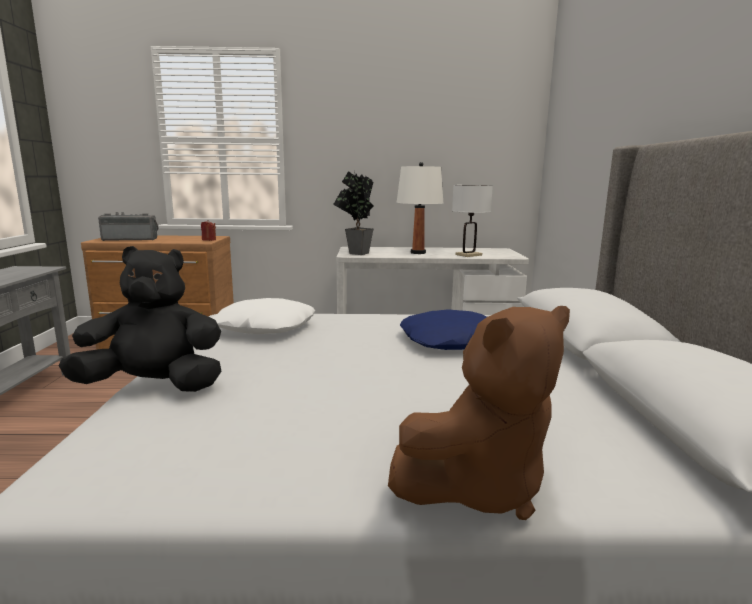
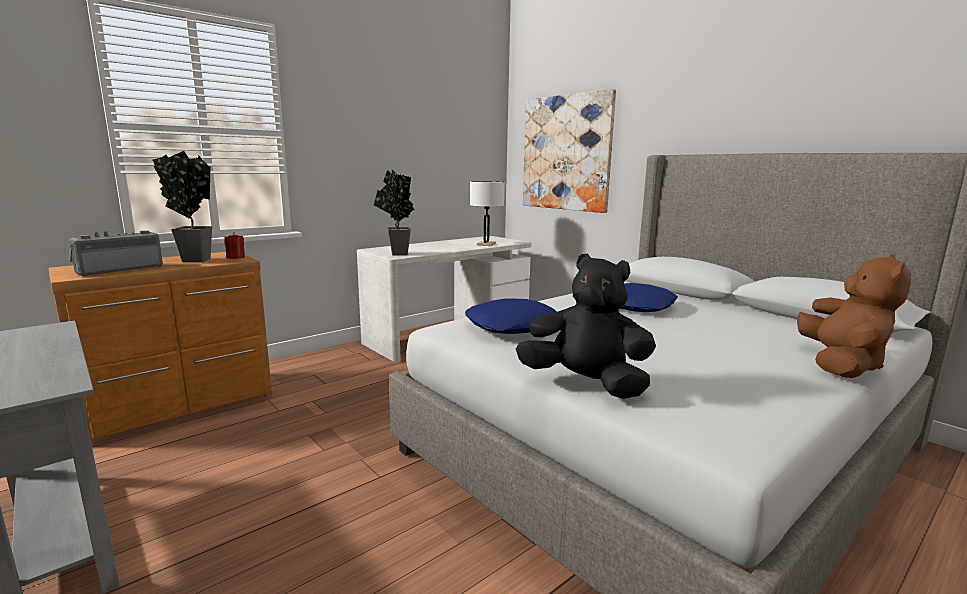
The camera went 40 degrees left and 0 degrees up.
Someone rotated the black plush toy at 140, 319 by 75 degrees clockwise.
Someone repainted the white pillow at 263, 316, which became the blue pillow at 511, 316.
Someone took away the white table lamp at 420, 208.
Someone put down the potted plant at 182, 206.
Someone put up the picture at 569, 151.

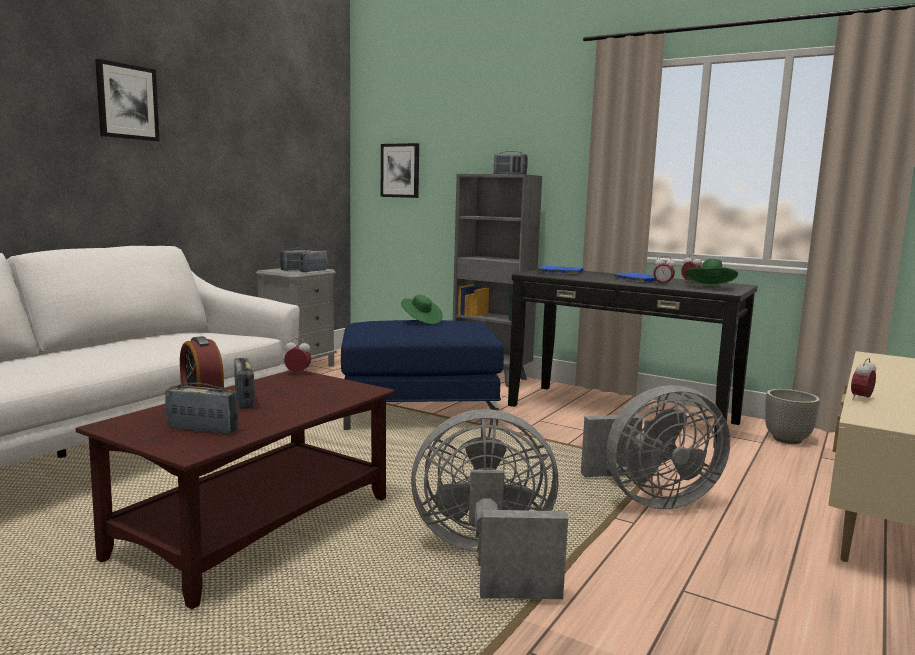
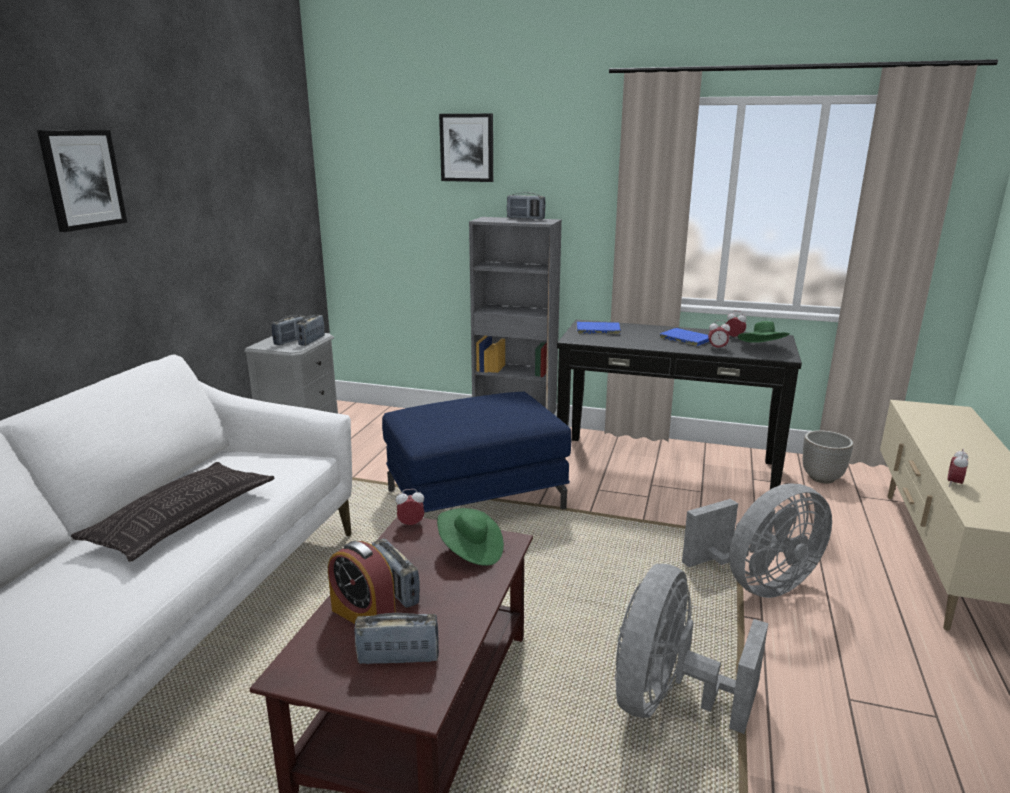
The camera went 15 degrees left and 10 degrees up.
Someone carried the picture from 400, 170 to 466, 148.
Someone carried the green hat from 422, 310 to 470, 537.
Someone rotated the grey fan at 489, 504 by 45 degrees counterclockwise.
Someone put down the pillow at 172, 512.

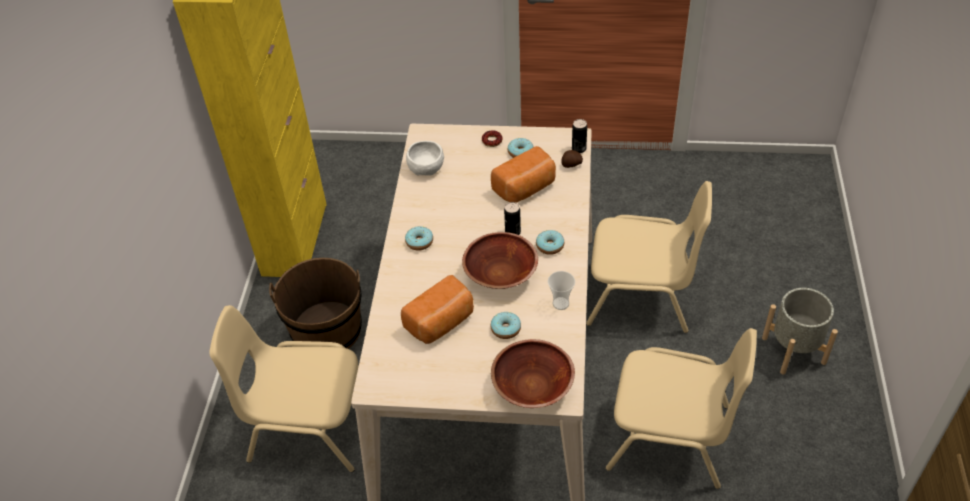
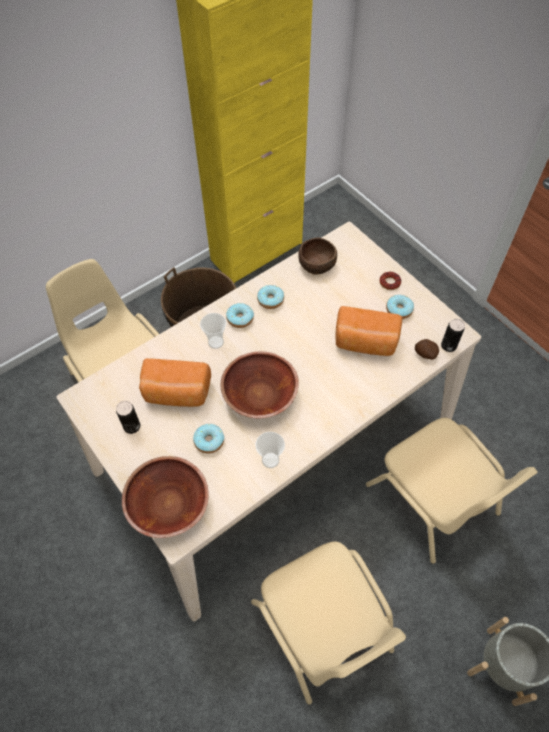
The camera went 45 degrees right and 10 degrees up.
Someone repainted the white bowl at 425, 158, which became the brown bowl at 317, 256.
Someone carried the can from 512, 218 to 128, 417.
Someone carried the donut from 550, 242 to 270, 297.
Someone put down the cup at 213, 331.

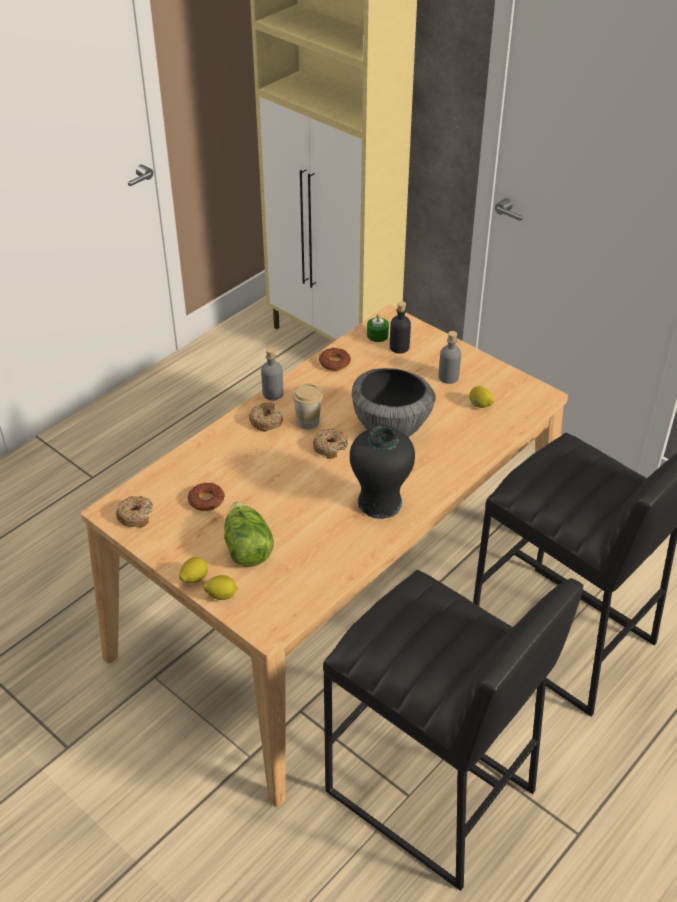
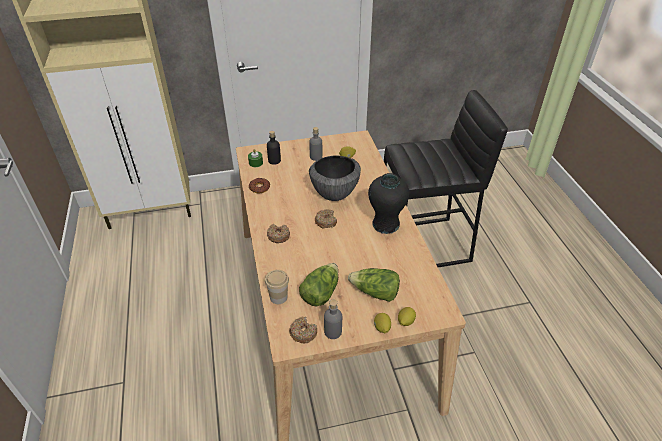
The camera went 55 degrees left and 0 degrees up.
Someone swapped the donut at 206, 497 for the lettuce at 318, 285.
Someone carried the grey bottle from 272, 374 to 333, 319.
Someone carried the cup from 307, 406 to 277, 287.
Someone took away the black stool at 453, 730.

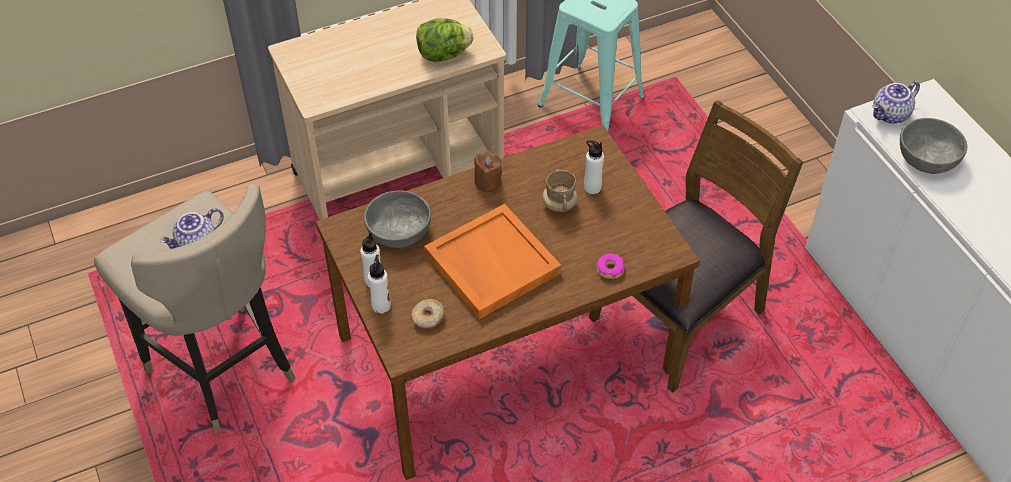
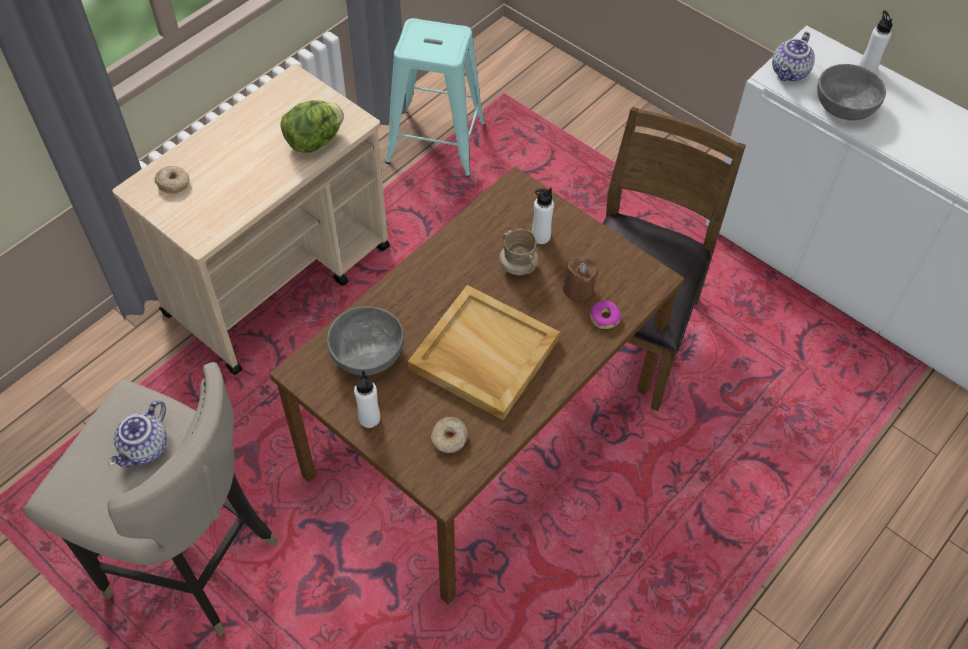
The camera went 25 degrees left and 5 degrees up.
Someone carried the white bottle from 379, 284 to 875, 42.
Someone repainted the orange tray at 492, 261, which became the beige tray at 484, 352.
Someone carried the brown candle from 488, 171 to 580, 279.
Someone put down the donut at 172, 180.

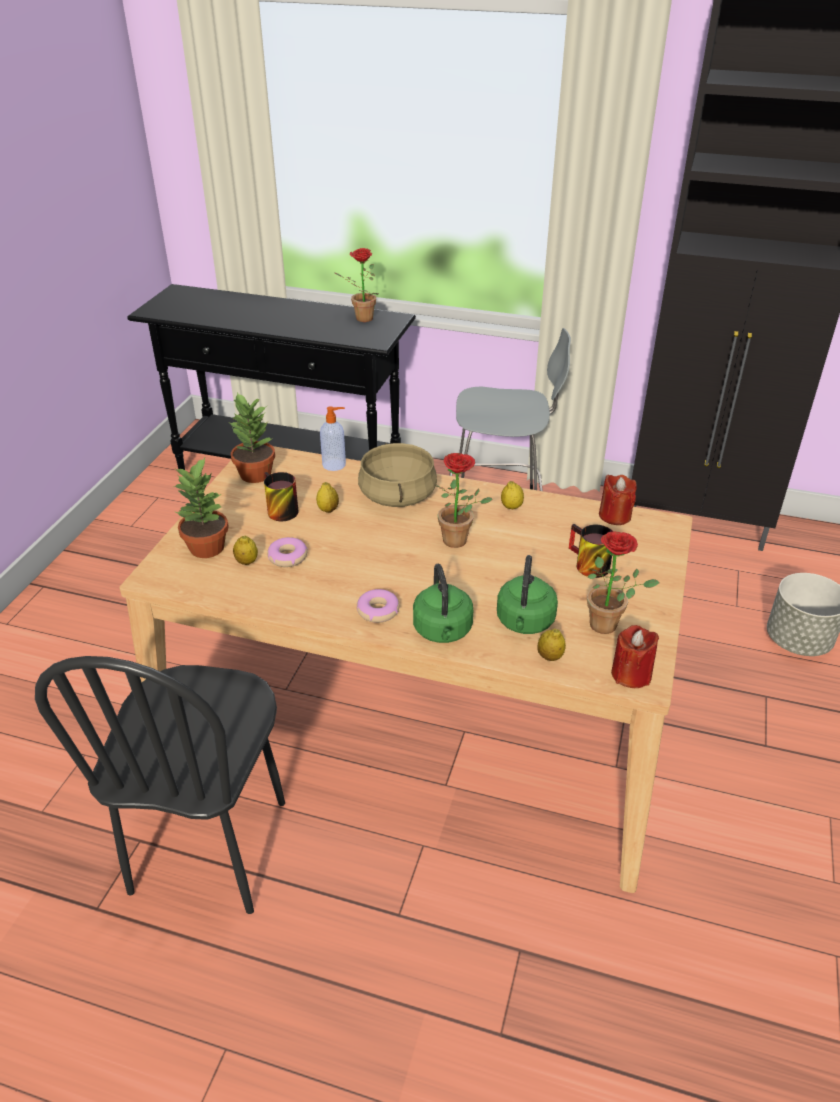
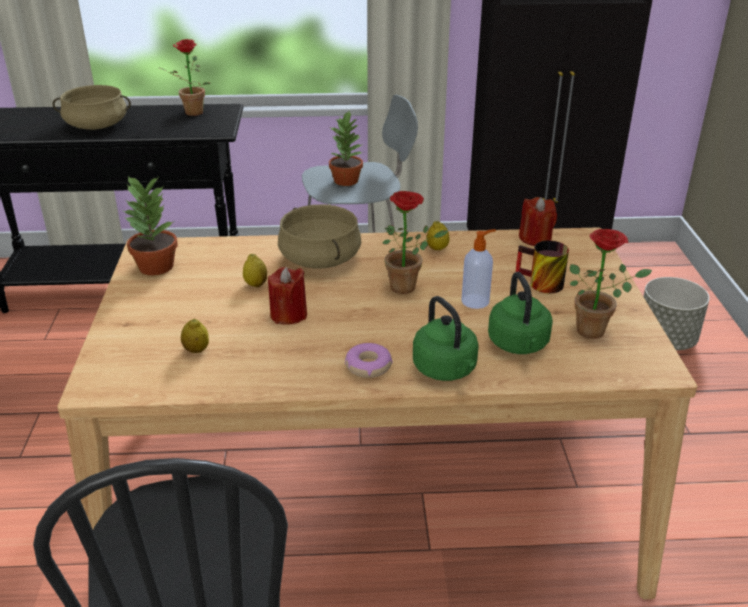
The camera went 20 degrees left and 5 degrees down.
Someone carried the potted plant from 201, 508 to 346, 148.
Someone took away the mug at 281, 496.
Someone took away the donut at 287, 552.
Someone carried the soap dispenser from 333, 438 to 478, 269.
Someone took away the lemon at 551, 645.
Someone carried the red candle from 635, 656 to 287, 296.
Someone put down the beige cooking pot at 92, 107.

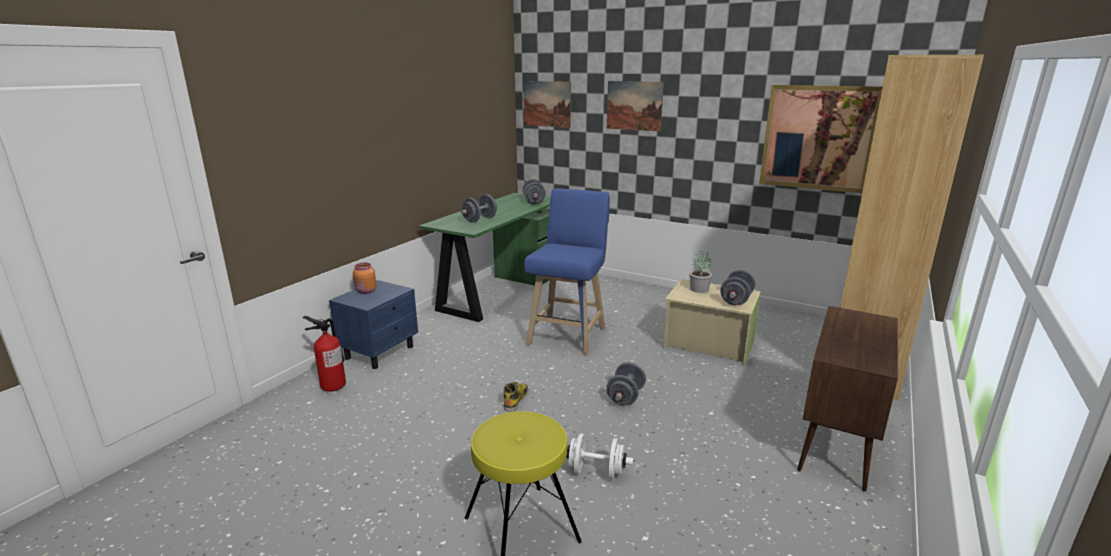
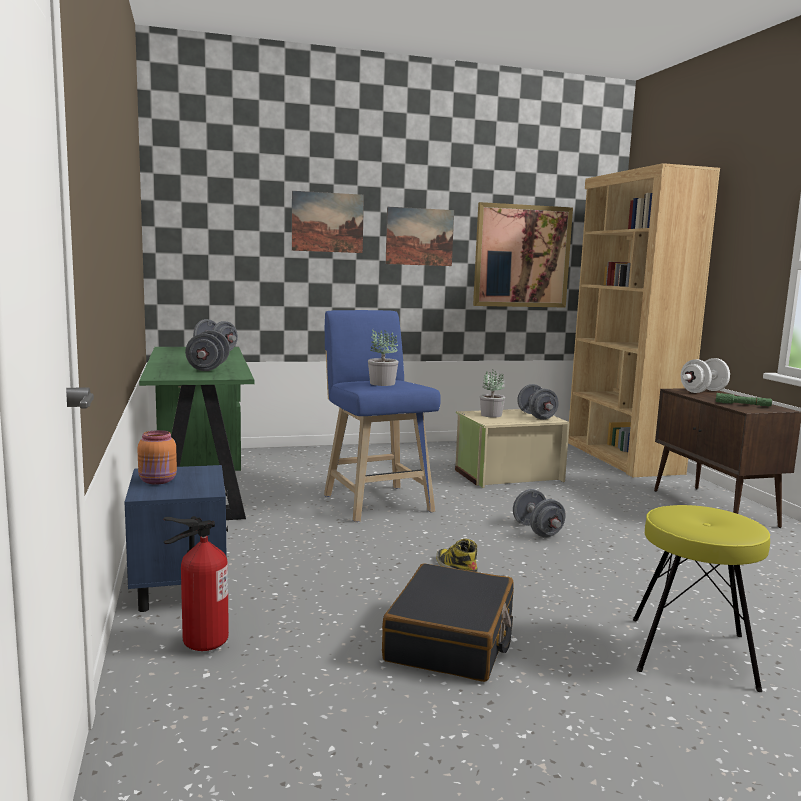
The camera went 45 degrees left and 10 degrees down.
Someone carried the picture from 547, 104 to 420, 236.
Someone carried the white dumbbell from 599, 456 to 705, 375.
Someone put down the potted plant at 383, 357.
Someone put down the black suitcase at 448, 622.
Someone put down the green flashlight at 744, 400.

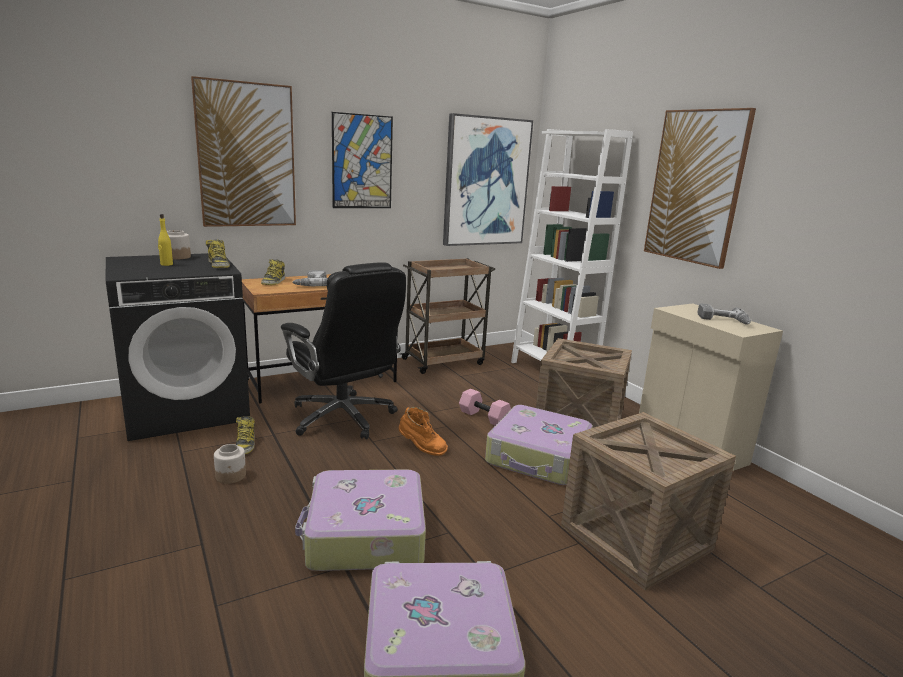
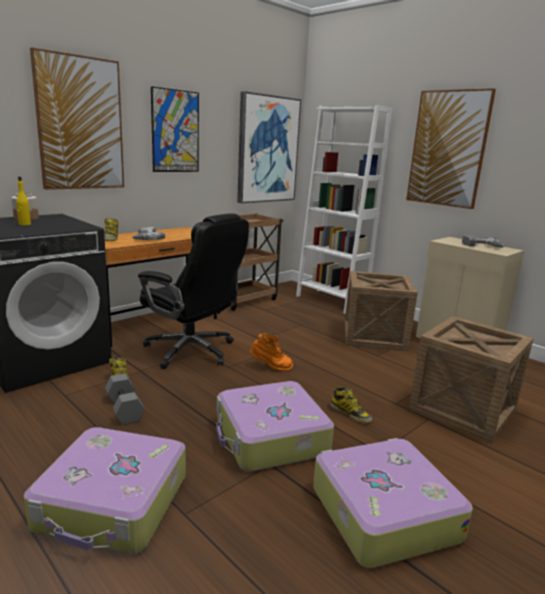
The camera went 15 degrees left and 0 degrees up.
Someone carried the boot from 218, 253 to 351, 405.
Someone swapped the jar at 230, 464 for the grey dumbbell at 125, 399.
Someone took away the pink dumbbell at 485, 407.
Someone carried the suitcase from 539, 445 to 105, 490.

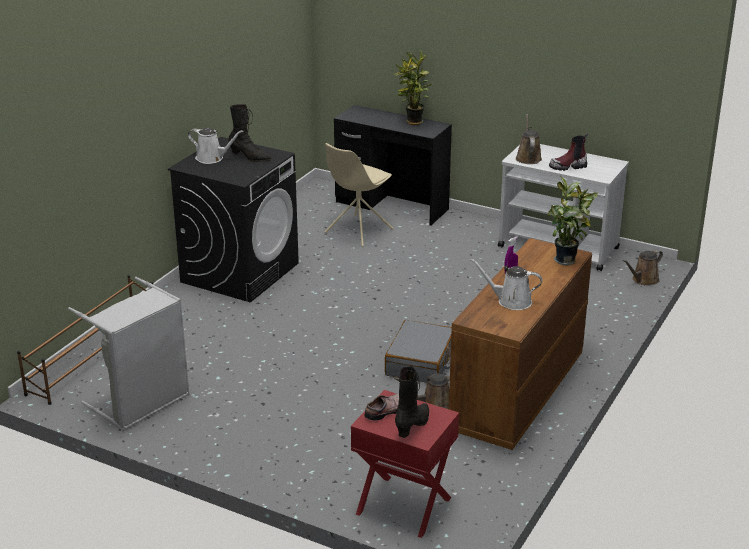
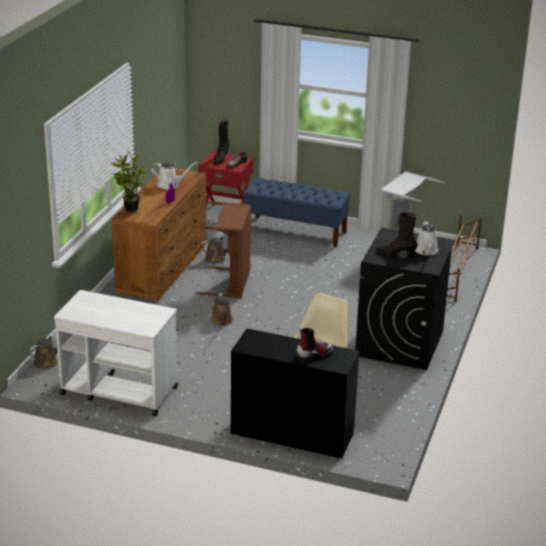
The camera went 170 degrees right and 0 degrees up.
Someone rotated the white watering can at 215, 146 by 105 degrees counterclockwise.
Someone swapped the grey suitcase at 418, 351 for the brown laundry basket at 222, 249.
Someone took away the potted plant at 412, 88.
Someone carried the brown watering can from 529, 139 to 222, 309.
Someone carried the boot from 568, 152 to 315, 344.
Someone put down the blue bench at 296, 213.

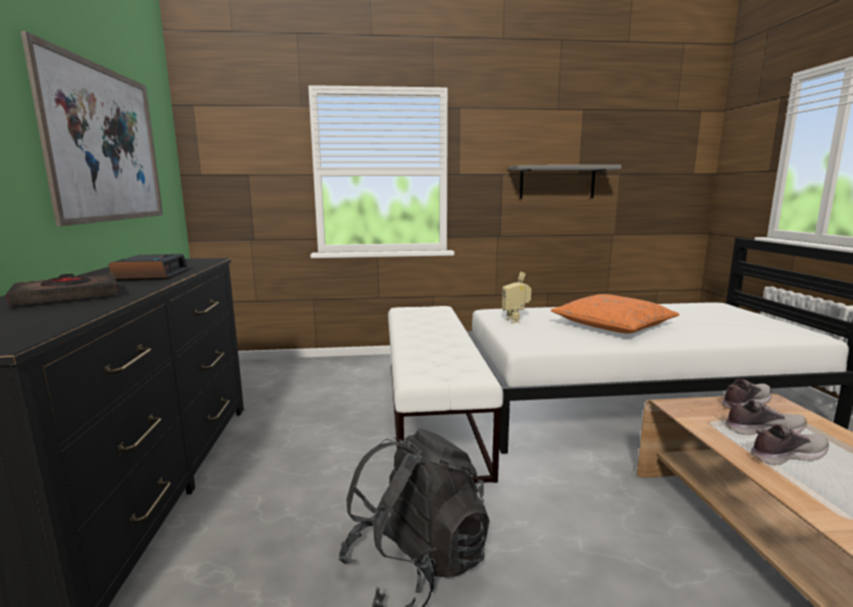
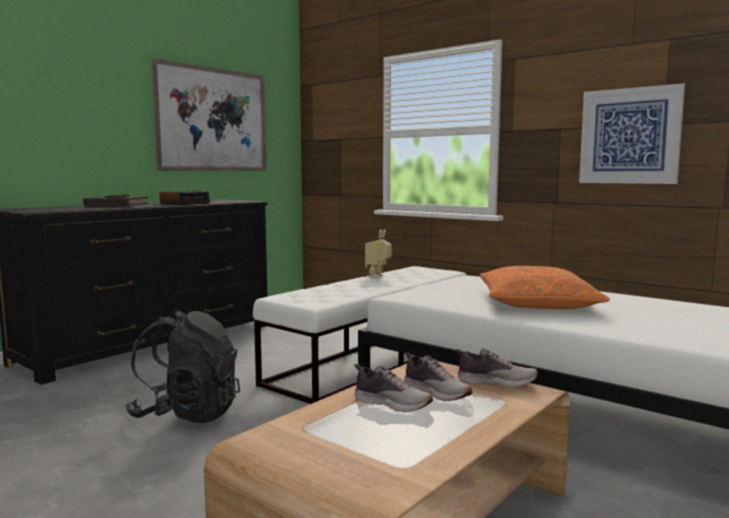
The camera went 45 degrees right and 5 degrees down.
Someone carried the toy robot from 516, 297 to 378, 254.
Someone swapped the grey shelf at 565, 182 for the picture at 632, 133.

